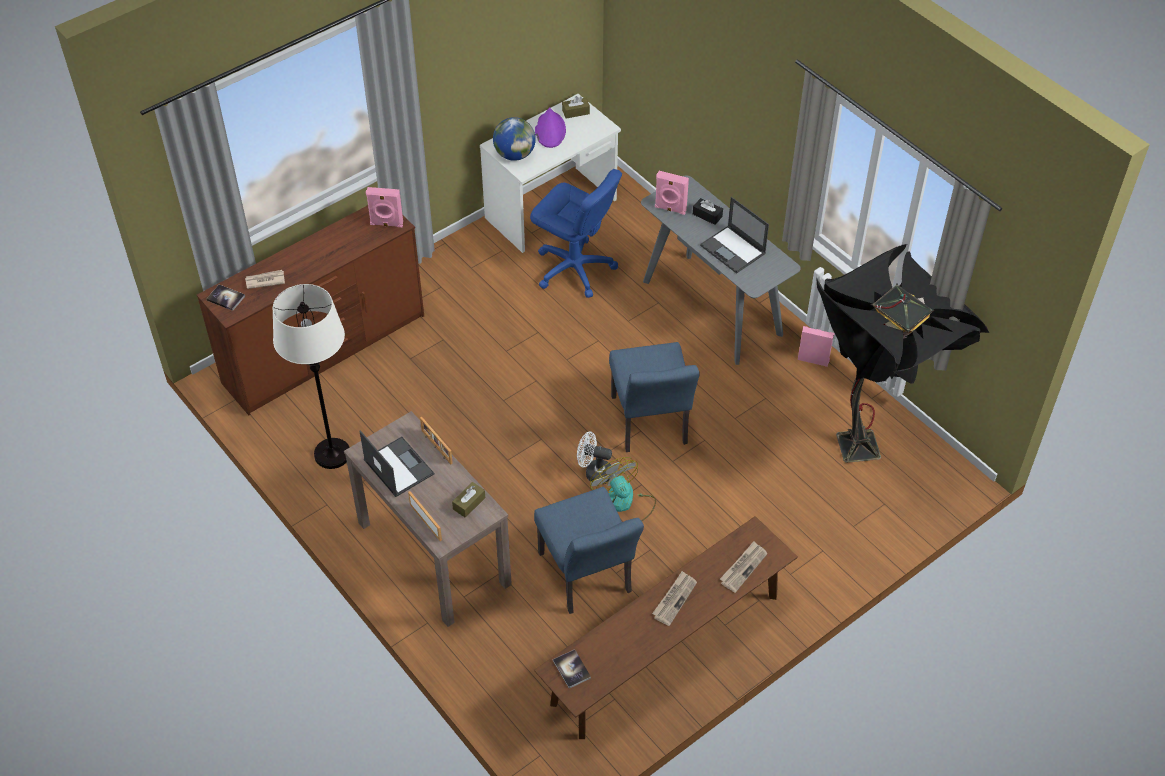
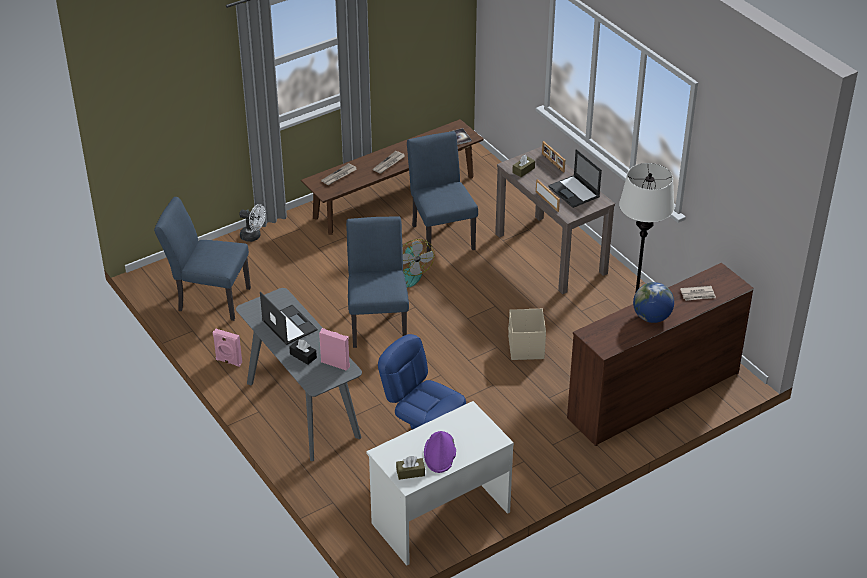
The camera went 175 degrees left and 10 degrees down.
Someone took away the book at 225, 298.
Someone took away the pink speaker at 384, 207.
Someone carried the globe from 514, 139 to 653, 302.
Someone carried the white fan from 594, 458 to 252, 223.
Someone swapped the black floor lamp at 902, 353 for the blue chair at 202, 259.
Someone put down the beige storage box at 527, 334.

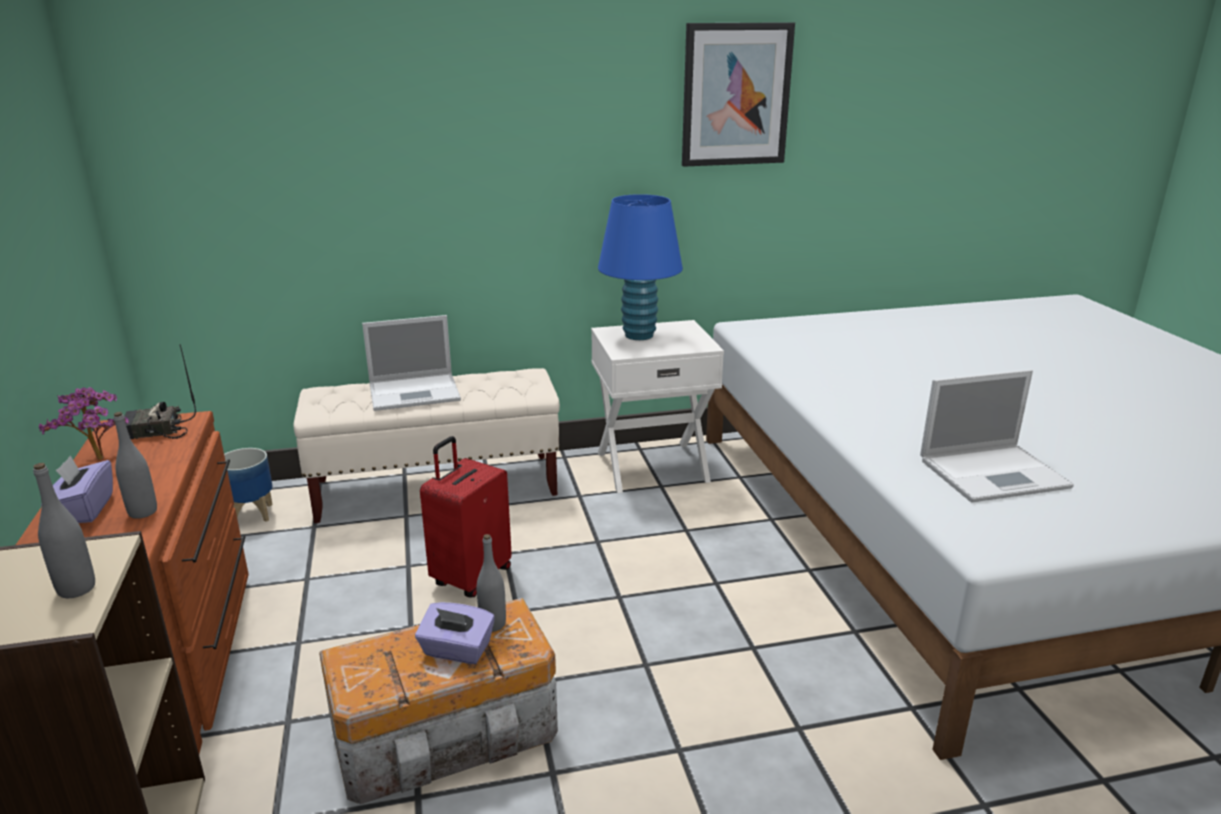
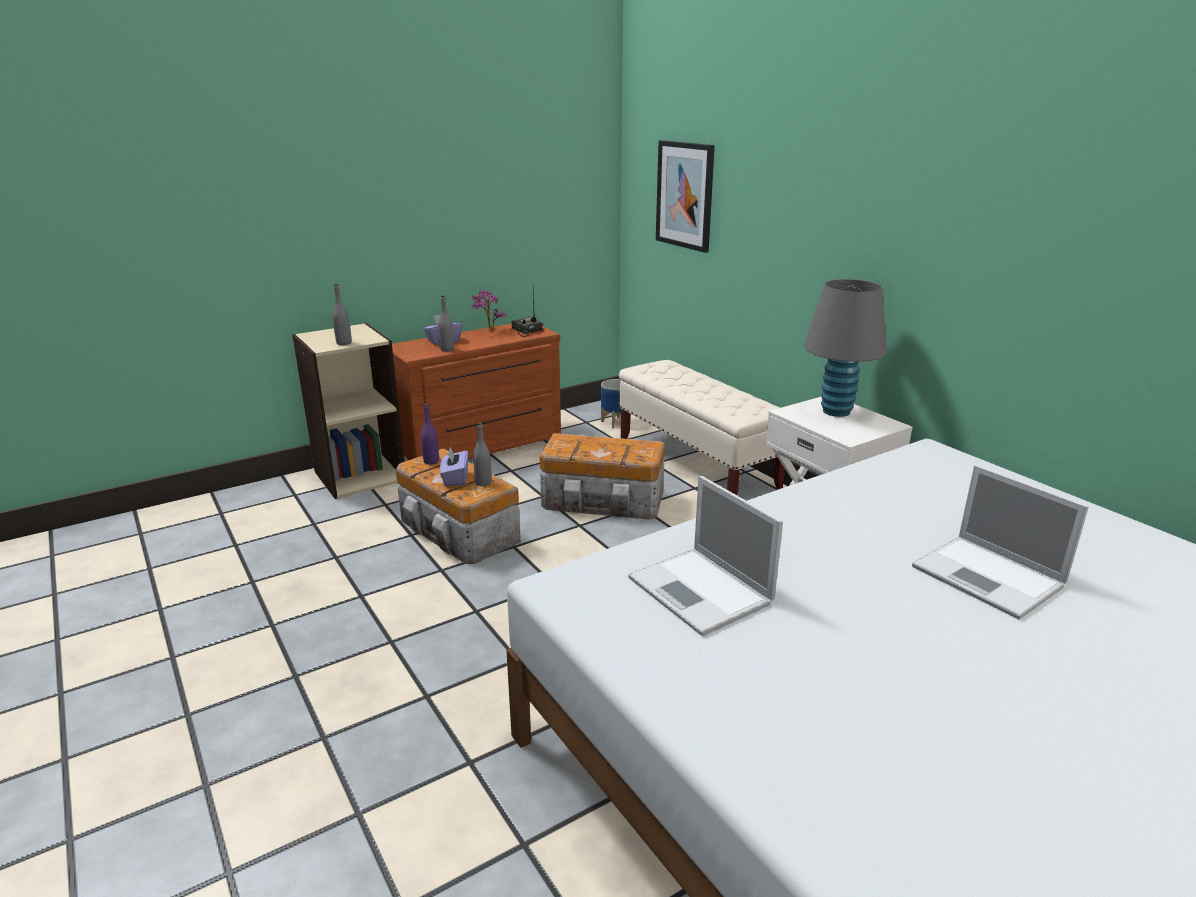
The camera went 70 degrees right and 0 degrees up.
Someone carried the laptop from 411, 363 to 1000, 542.
Someone swapped the red suitcase at 466, 517 for the storage box at 602, 476.
Someone repainted the blue table lamp at 640, 267, which became the grey table lamp at 845, 348.
Someone carried the picture from 738, 94 to 685, 196.
Someone put down the purple bottle at 430, 434.

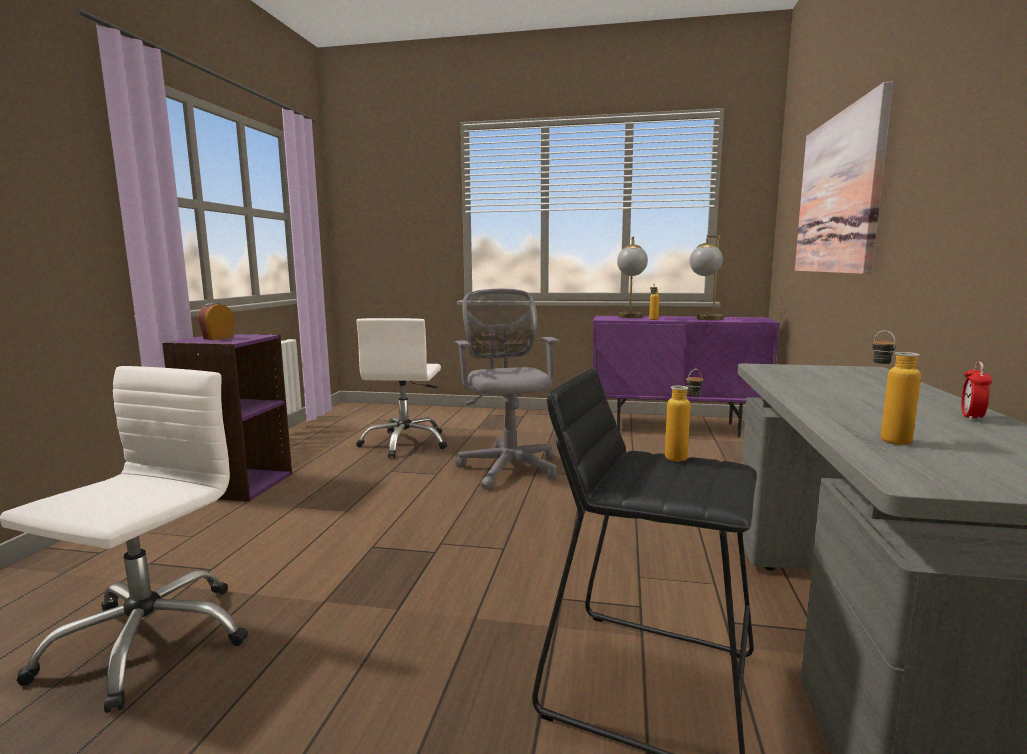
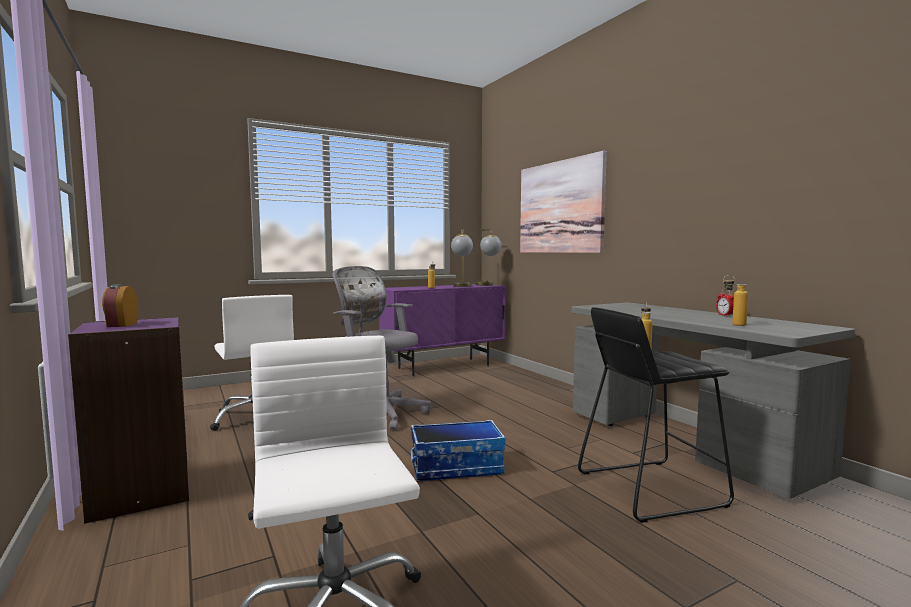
The camera went 40 degrees left and 5 degrees down.
Someone carried the table lamp from 632, 277 to 488, 257.
Someone put down the storage box at 458, 450.

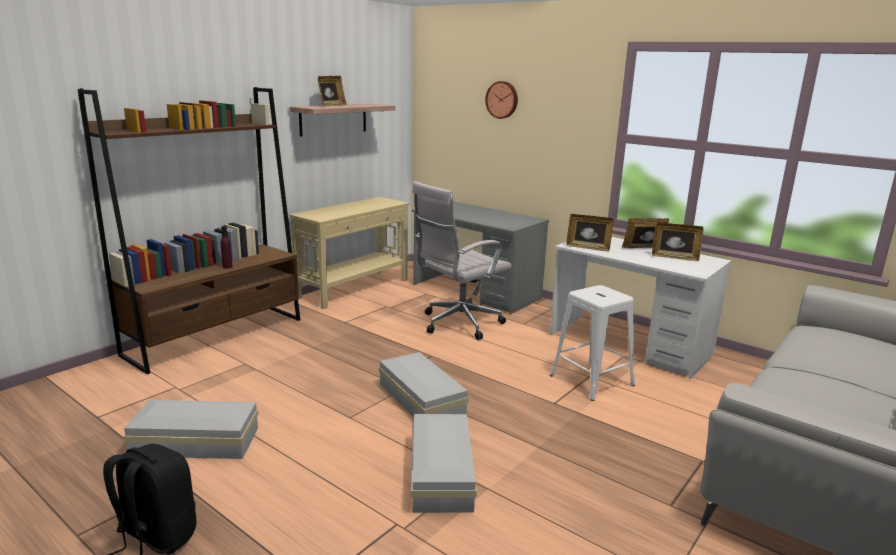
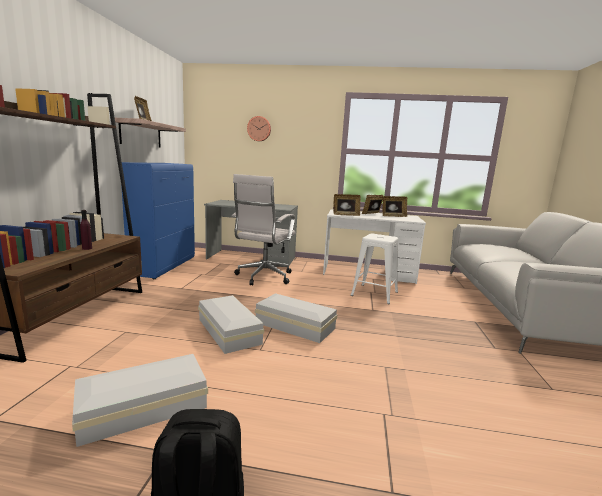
The camera went 30 degrees left and 5 degrees down.
Someone swapped the beige console table at 349, 253 for the blue cabinet at 158, 220.
Someone carried the white storage box from 444, 463 to 231, 324.

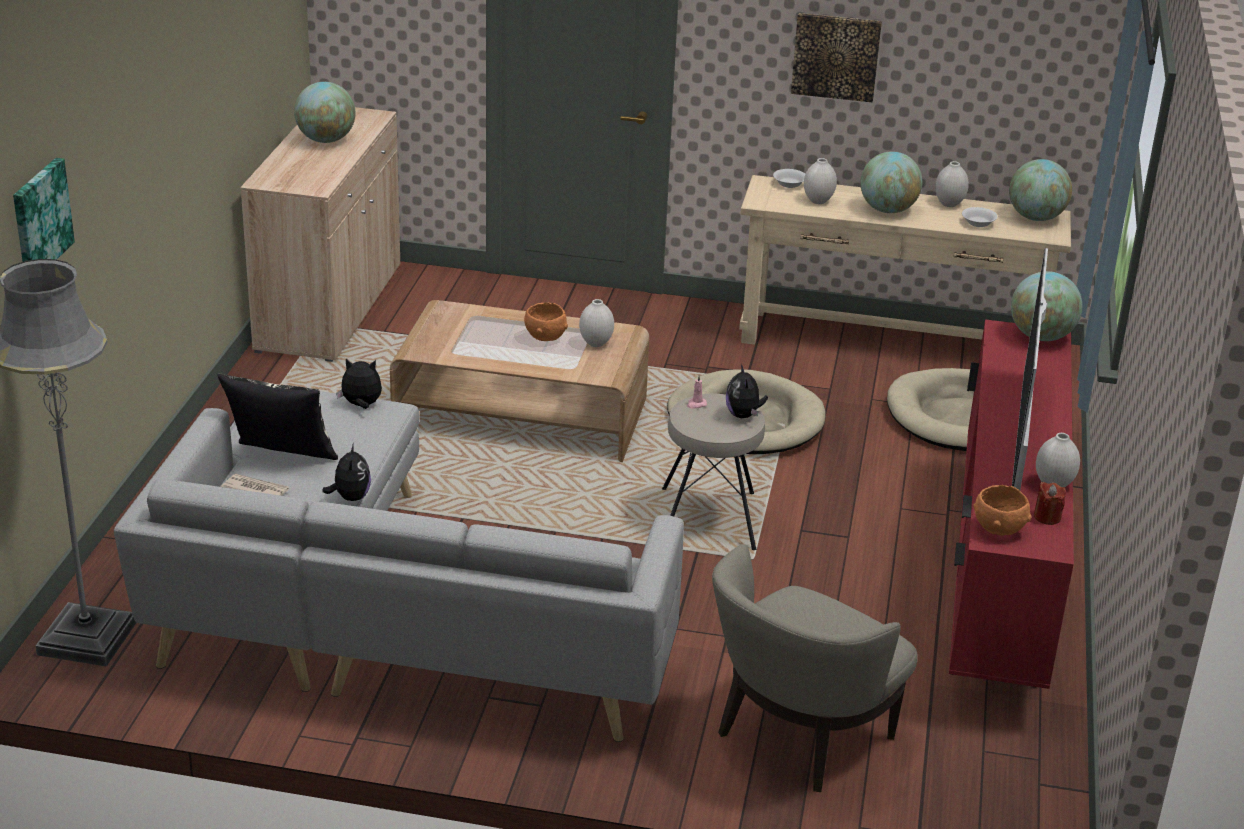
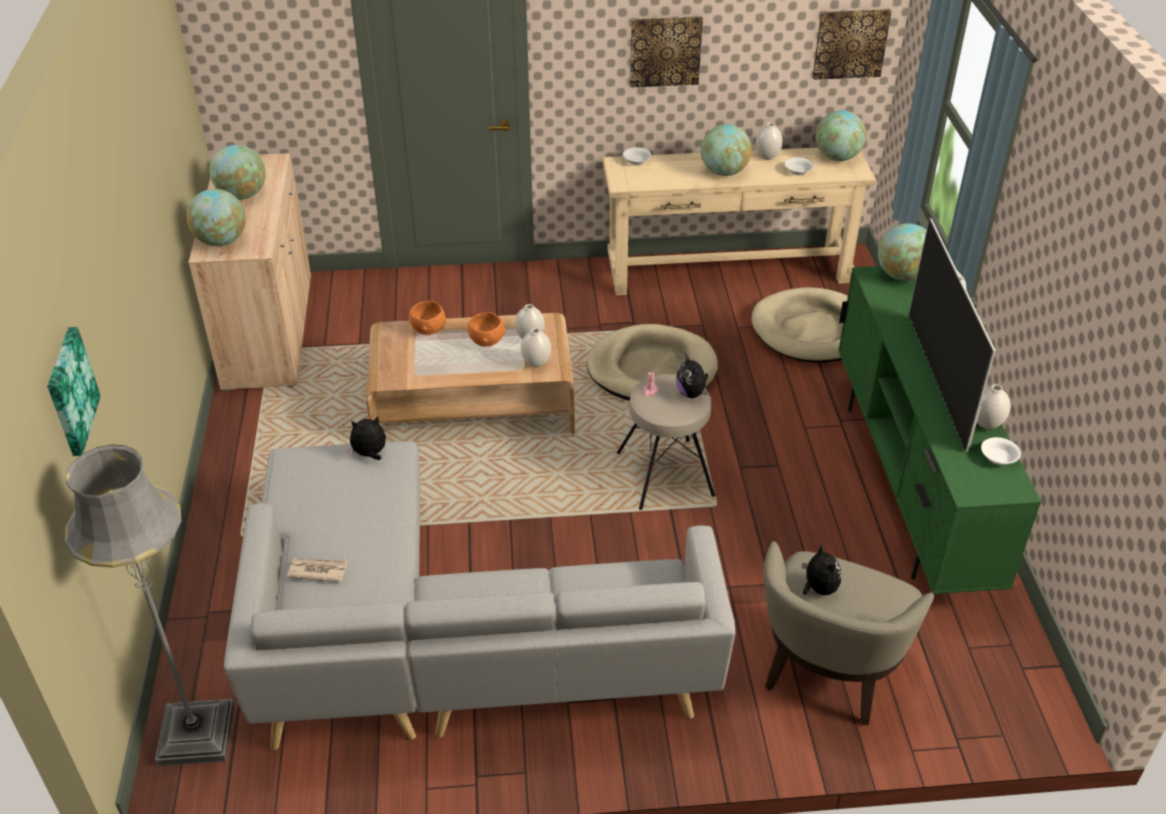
The camera went 15 degrees left and 10 degrees up.
Someone took away the pillow at 278, 416.
Someone carried the plush toy from 346, 472 to 821, 569.
Someone carried the white vase from 820, 181 to 536, 347.
Someone repainted the red tv stand at 1011, 504, which became the green tv stand at 939, 430.
Someone carried the orange bowl from 1003, 510 to 428, 318.
Someone swapped the red candle at 1050, 503 for the white bowl at 1001, 451.
Someone put down the globe at 216, 217.
Someone put up the picture at 852, 44.

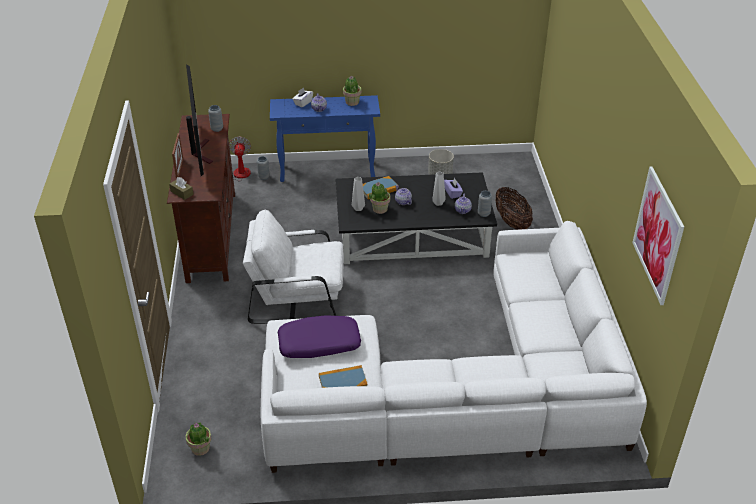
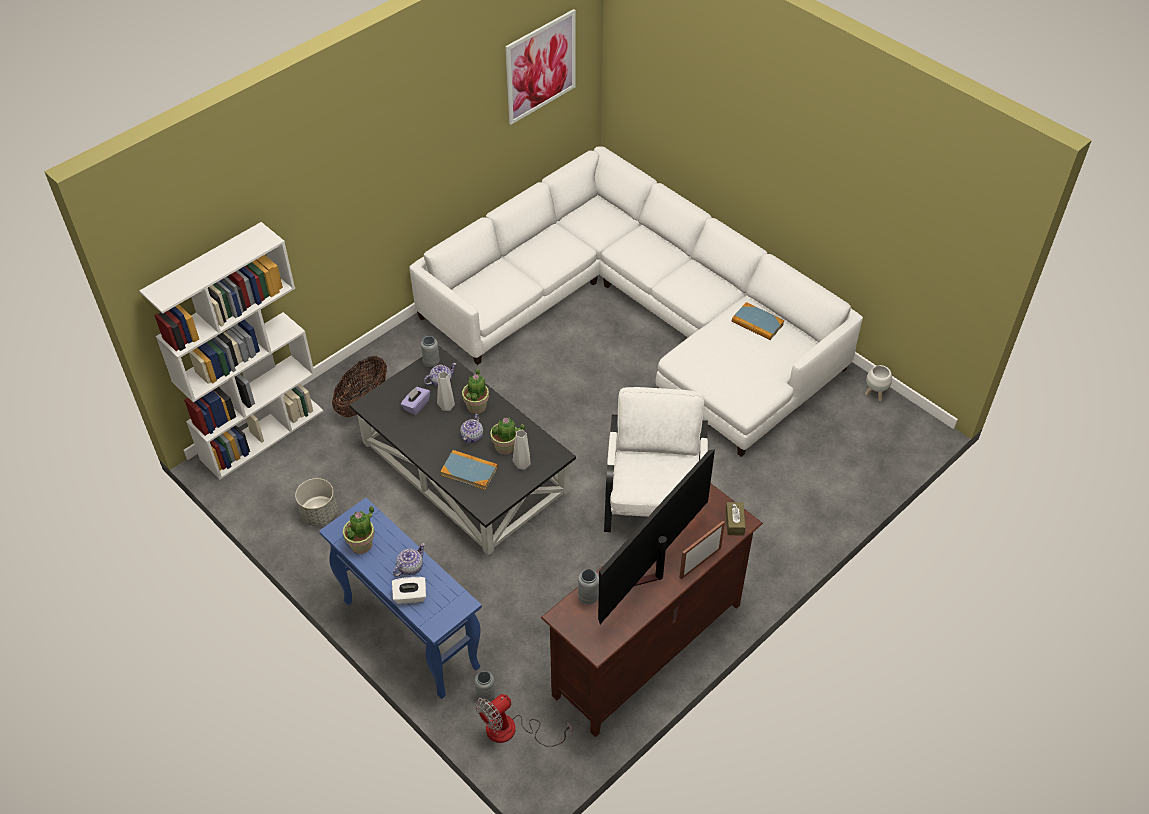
The camera went 130 degrees left and 10 degrees up.
Someone carried the potted plant from 198, 439 to 475, 391.
Someone rotated the white armchair at 293, 267 by 135 degrees counterclockwise.
Someone took away the purple pillow at 319, 336.
Someone put down the white bookcase at 231, 351.
Someone put down the white planter at 878, 383.

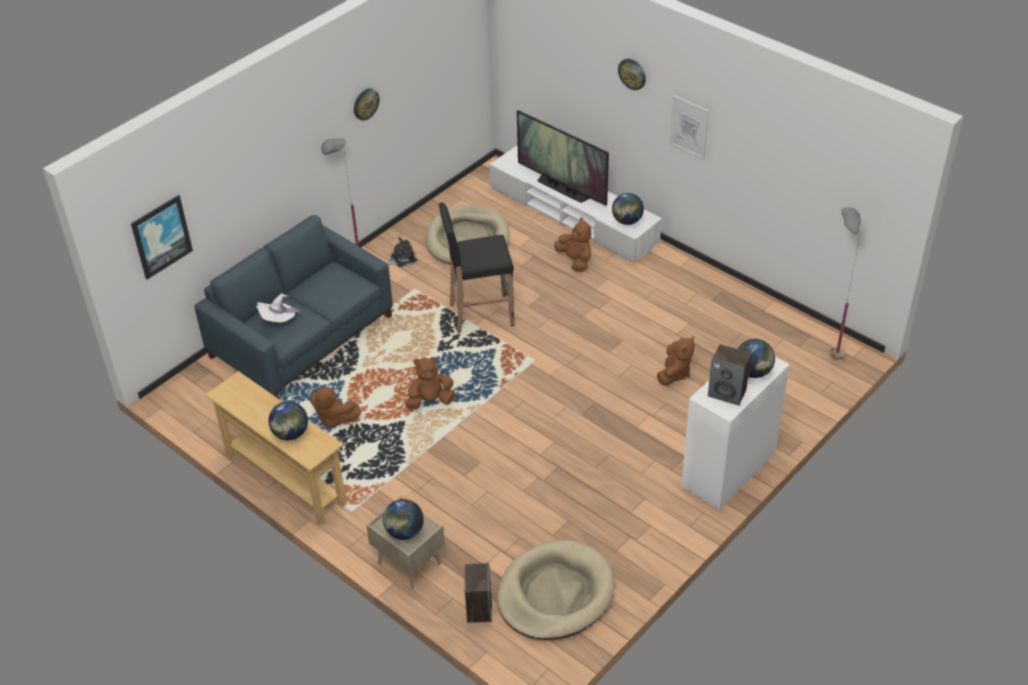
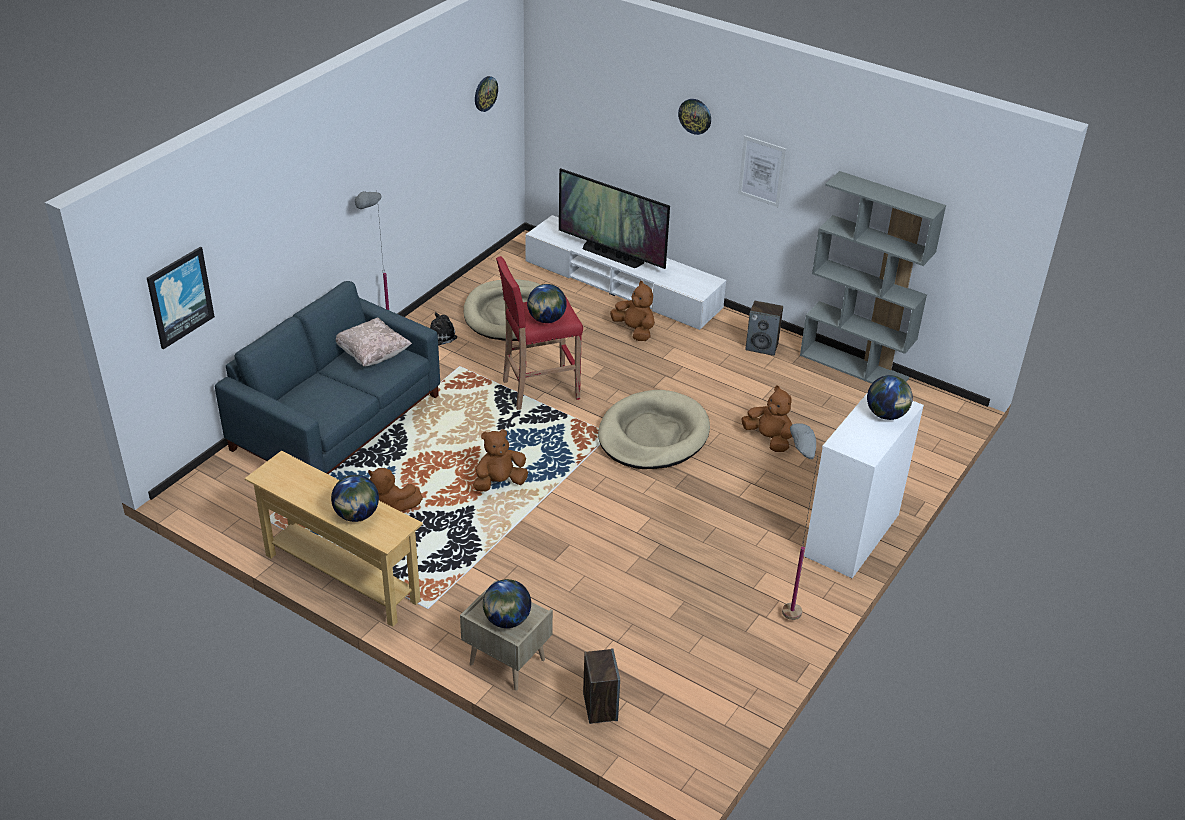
The camera went 10 degrees left and 5 degrees down.
Someone took away the white hat at 280, 308.
Someone carried the wall clock from 366, 104 to 486, 94.
Someone repainted the black stool at 476, 267, which became the red stool at 539, 333.
Someone carried the beige dog bed from 556, 590 to 654, 429.
Someone carried the globe from 628, 209 to 547, 303.
Someone rotated the brown plush toy at 676, 360 by 60 degrees counterclockwise.
Someone carried the speaker from 729, 374 to 764, 328.
Someone carried the grey floor lamp from 845, 283 to 800, 521.
Someone put down the beige pillow at 374, 342.
Someone put down the grey bookcase at 873, 277.

